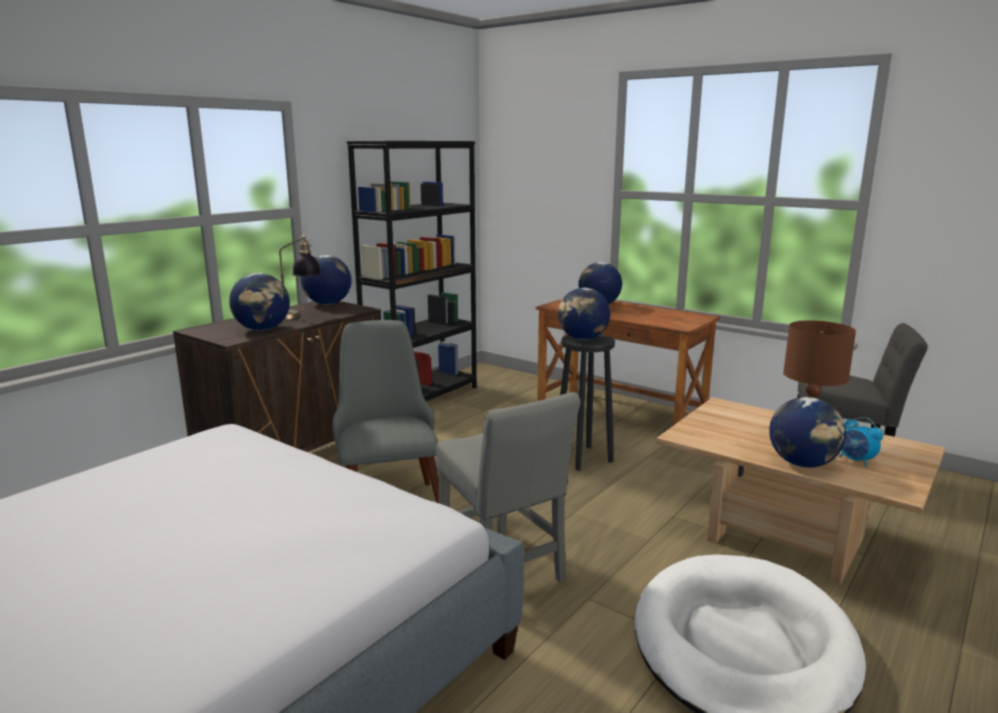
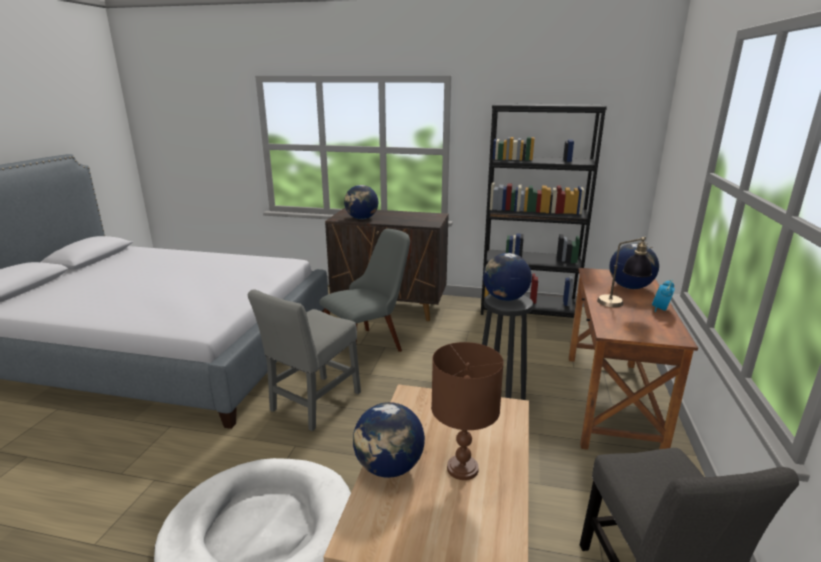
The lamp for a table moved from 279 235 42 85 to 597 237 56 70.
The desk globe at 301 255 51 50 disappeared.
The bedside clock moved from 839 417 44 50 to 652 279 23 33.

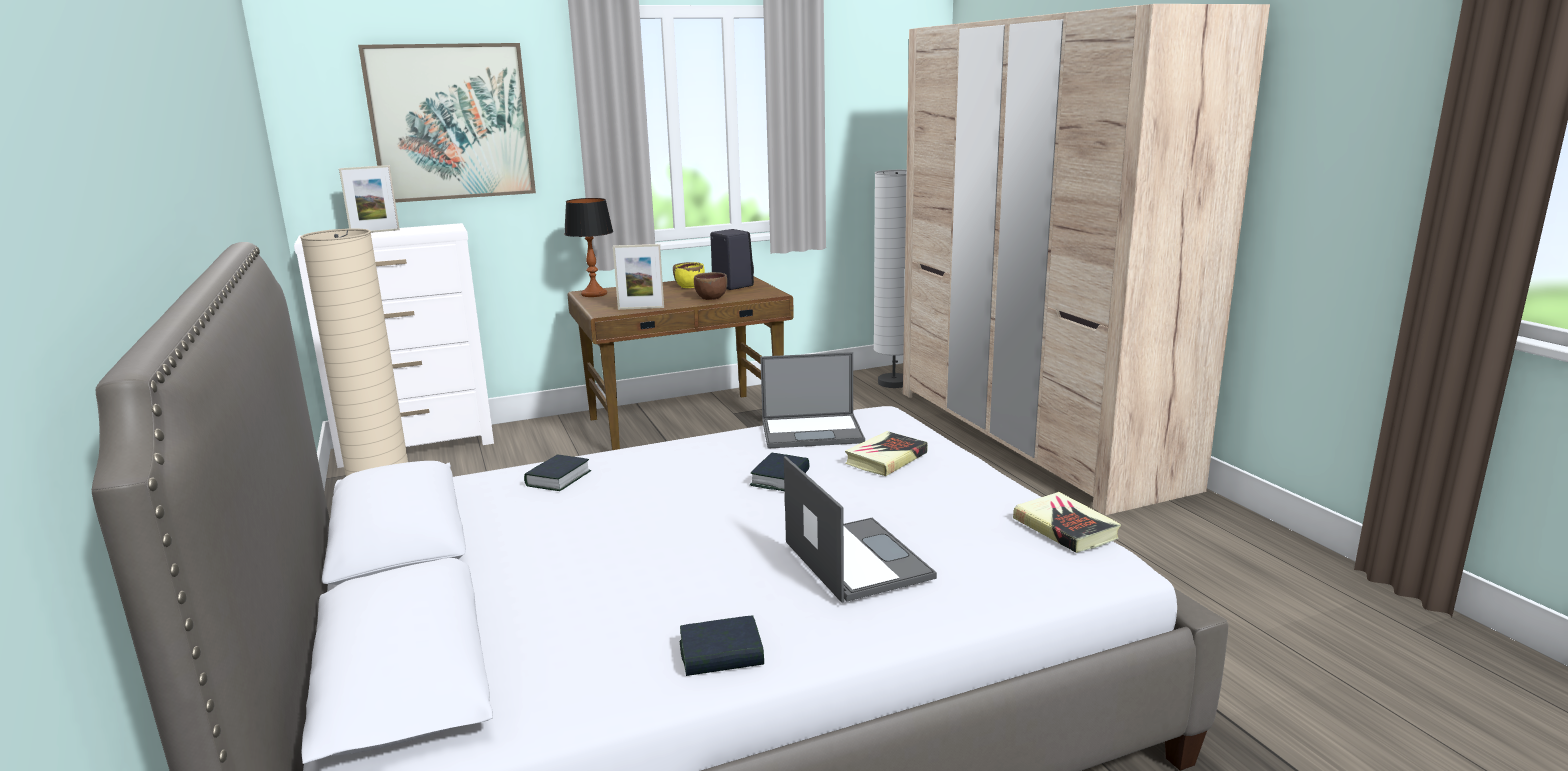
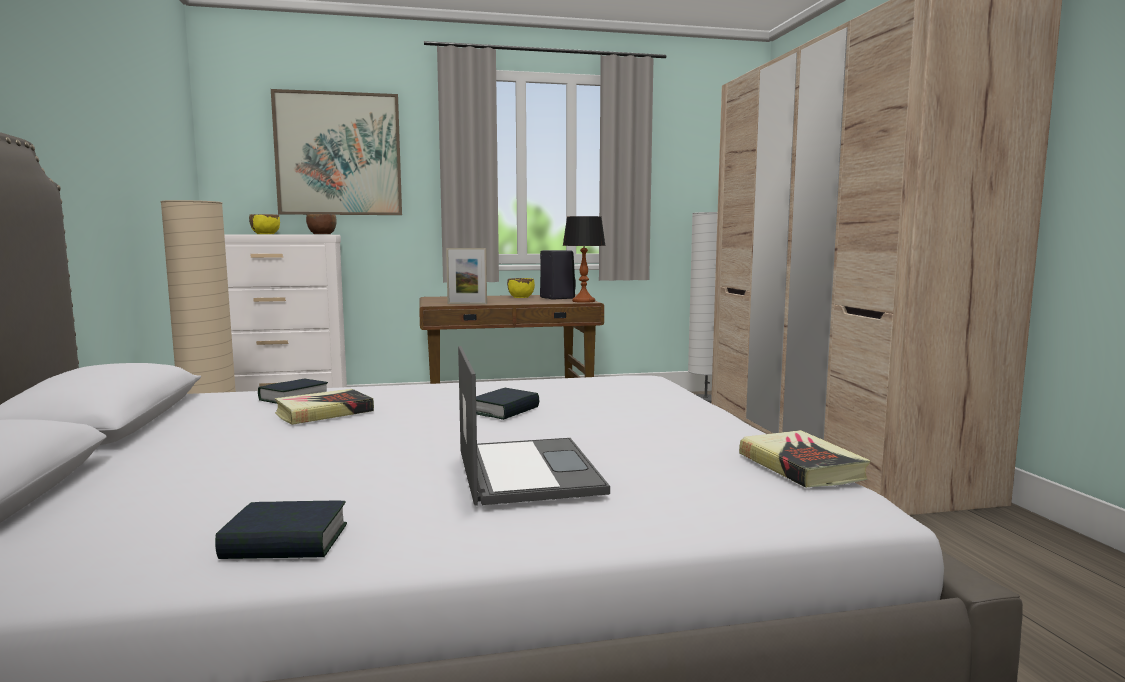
The picture frame at 339 165 61 68 was replaced by the yellow deep dish at 249 214 31 20.
The lamp for a table moved from 564 198 49 99 to 563 216 43 87.
The brown-coloured deep dish moved from 694 272 33 28 to 306 214 31 20.
The notebook computer at 760 352 105 97 disappeared.
The book moved from 845 431 83 45 to 274 389 100 36.

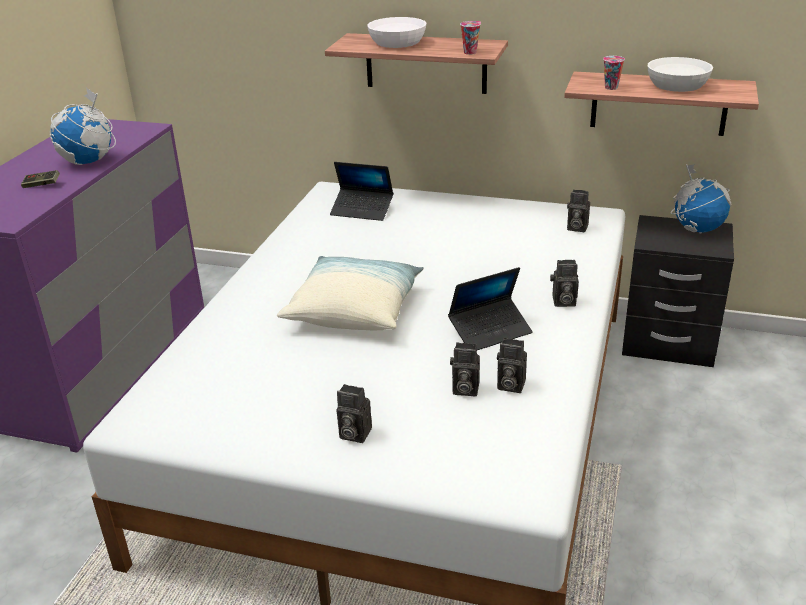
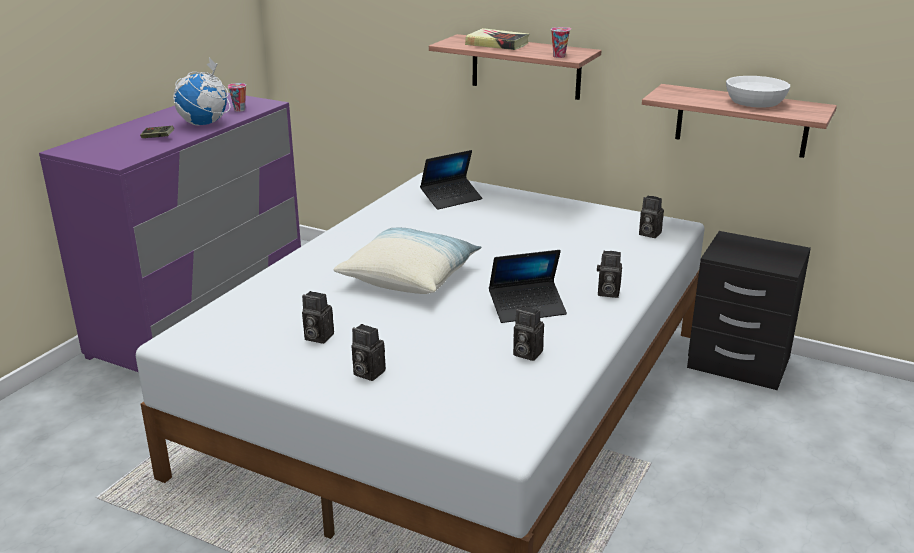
The notebook computer at 330 162 63 59 turned 60 degrees counterclockwise.
The whitish deep dish at 367 17 60 31 was replaced by the book at 465 28 64 22.
The still camera moved from 450 342 30 54 to 302 291 32 53.
The small cup moved from 603 56 22 34 to 228 83 18 29.
The desk globe at 670 164 61 70 disappeared.

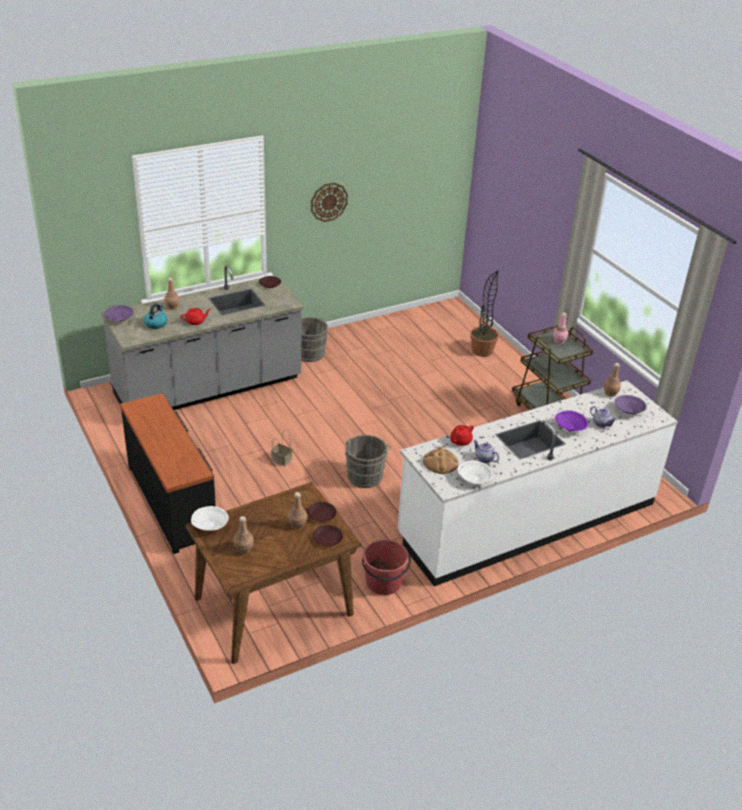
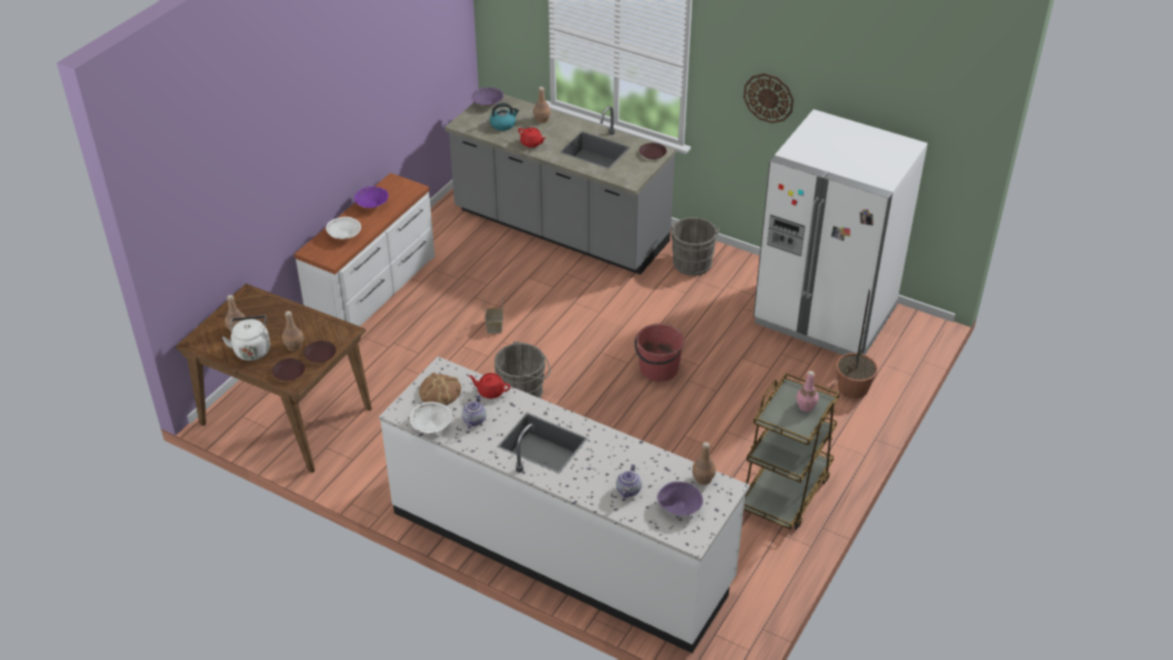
The blackish dresser at 120 393 96 161 became the whitish dresser at 294 173 141 153.
The whitish deep dish moved from 191 506 38 25 to 326 217 35 22.
The red-coloured water bucket moved from 362 539 49 56 to 635 324 50 58.
The purple deep dish moved from 555 410 33 21 to 354 186 35 22.
The whitish tea kettle at 222 315 48 46 appeared.
The whitish fridge at 753 109 175 246 appeared.

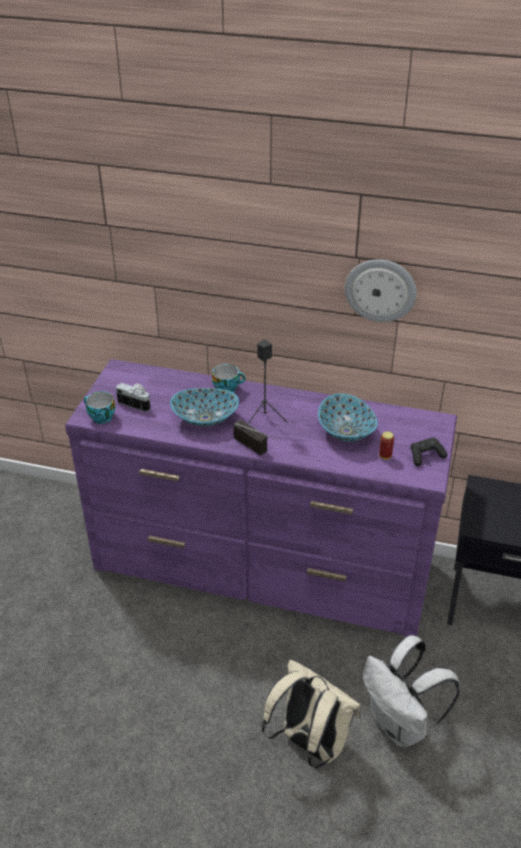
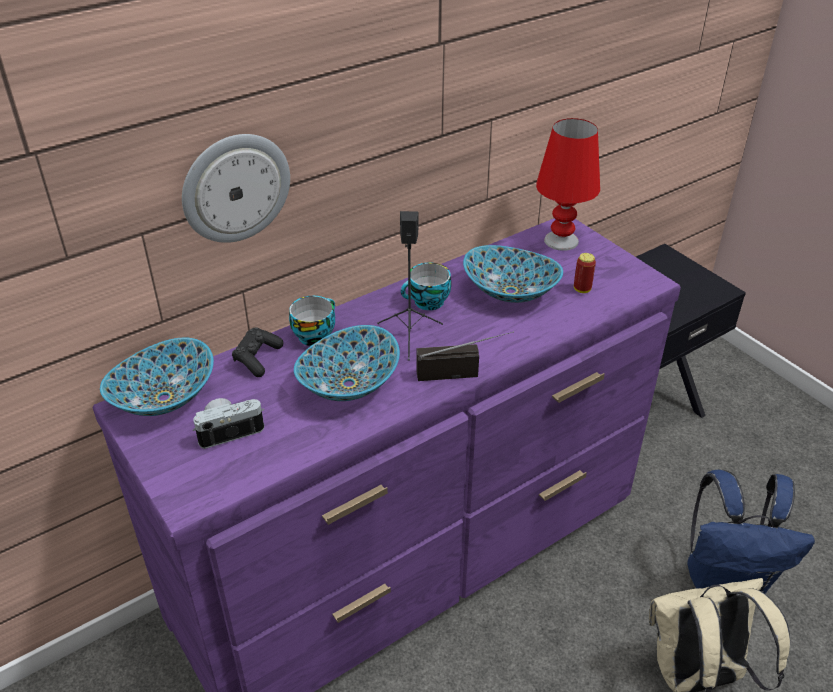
The small cup moved from 84 391 32 33 to 401 263 50 47.
The wall clock moved from 345 259 72 63 to 182 134 108 109.
The whitish backpack at 363 635 97 112 became the blue backpack at 688 470 127 124.
The blackish gamepad moved from 411 437 36 29 to 232 328 52 49.
The deep dish at 100 338 114 78 appeared.
The red-coloured lamp for a table at 536 118 64 133 appeared.

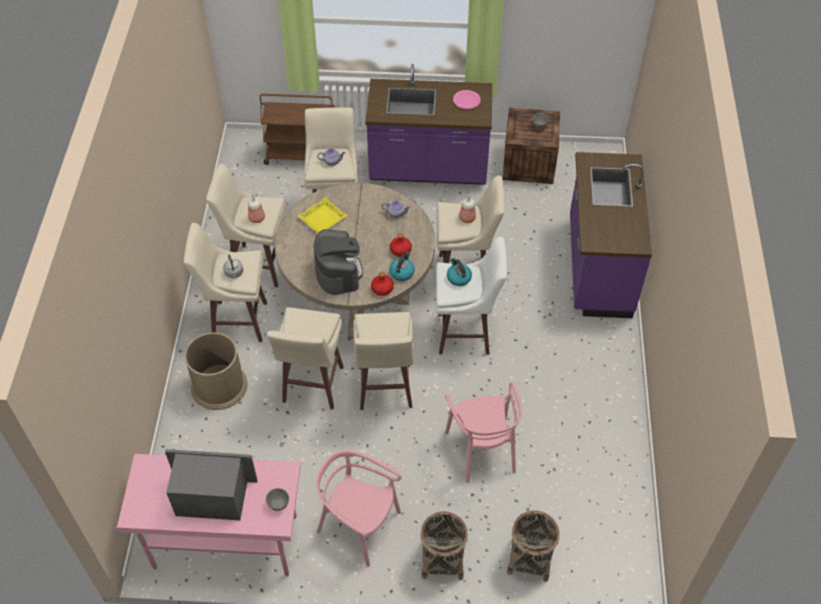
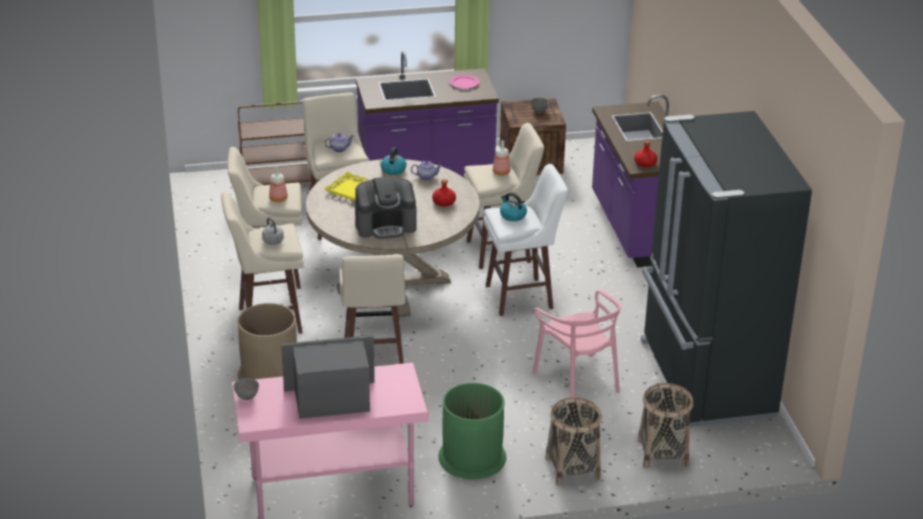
The gray deep dish moved from 266 488 23 23 to 234 378 25 22.
The coffee machine at 314 229 49 66 turned 105 degrees clockwise.
The pink-coloured chair at 316 450 86 117 was replaced by the green-coloured rubbish bin at 438 383 68 96.
The beige sitting stool at 353 312 61 98 disappeared.
The red-coloured beverage bottle moved from 371 272 23 24 to 634 140 24 27.
The tea kettle moved from 389 252 26 29 to 381 147 26 28.
The blackish fridge at 641 111 171 316 appeared.

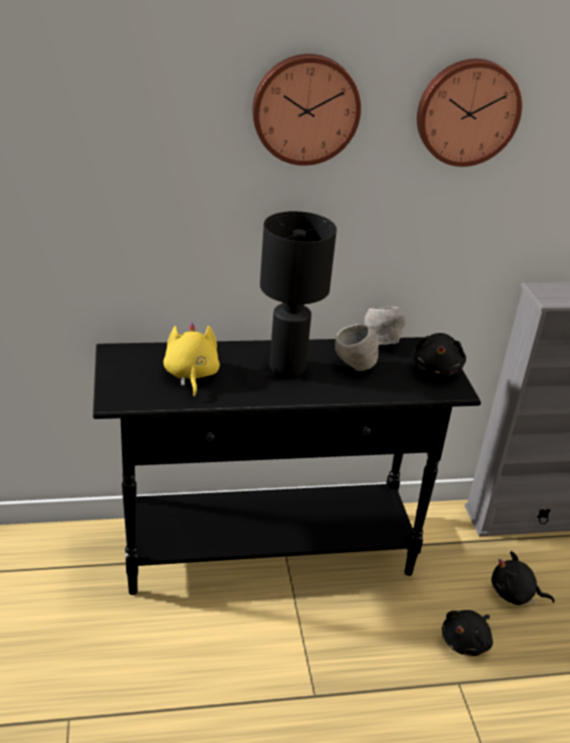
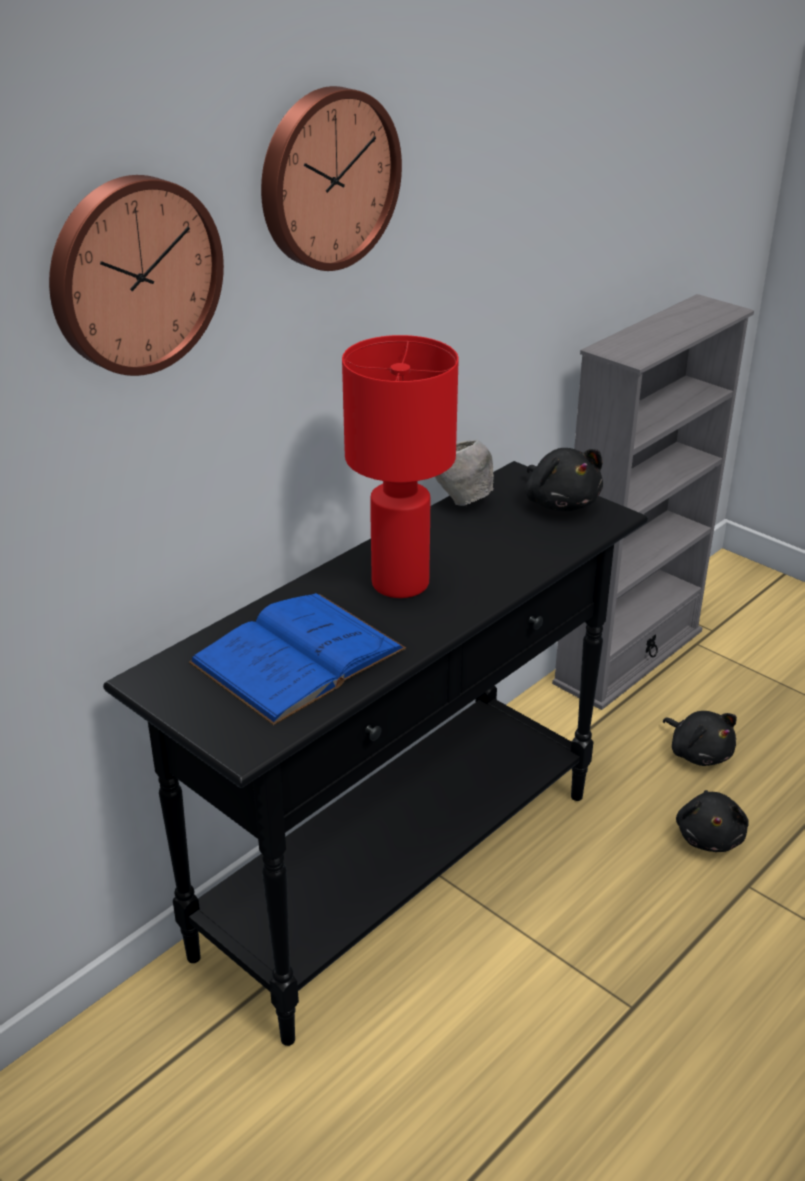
The yellow cuddly toy at 163 322 57 75 was replaced by the blue book at 189 593 217 133.
The blackish lamp for a table at 260 211 77 166 became the red-coloured lamp for a table at 342 335 117 263.
The gray deep dish at 335 324 44 47 disappeared.
The wall clock moved from 417 59 105 108 to 49 175 175 201.
The blackish cuddly toy at 491 551 64 54 turned 105 degrees counterclockwise.

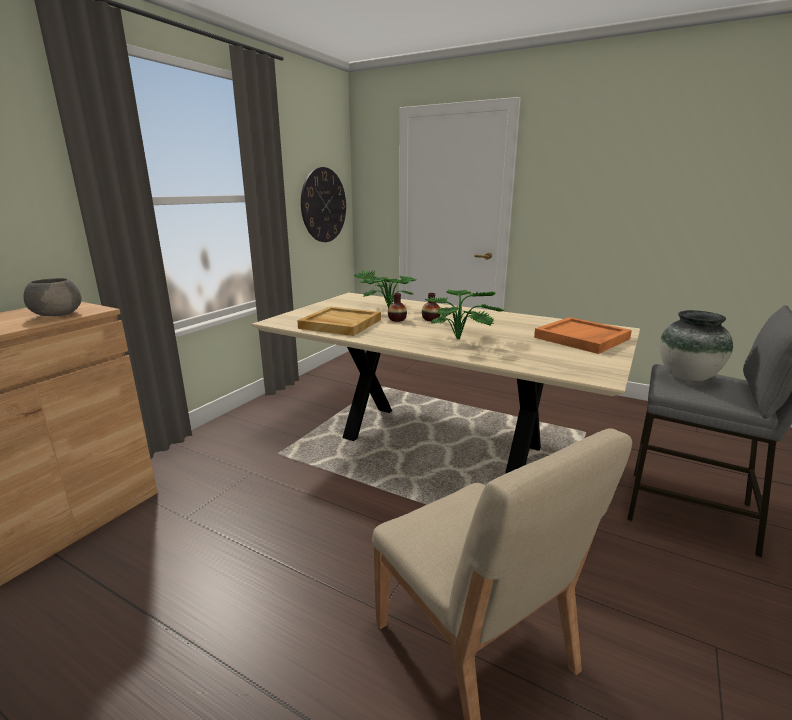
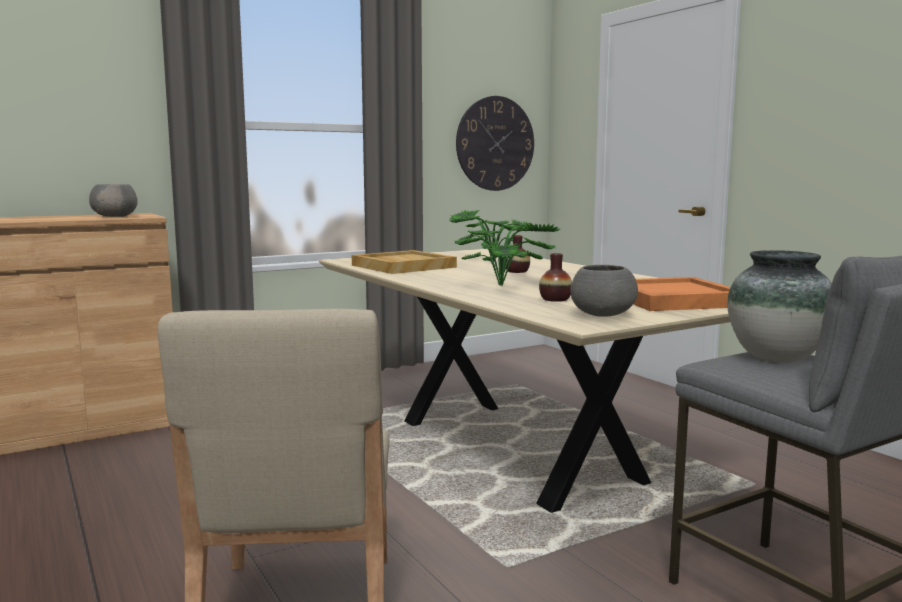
The vase moved from 388 293 19 29 to 539 253 33 49.
The gray deep dish at 570 265 68 52 appeared.

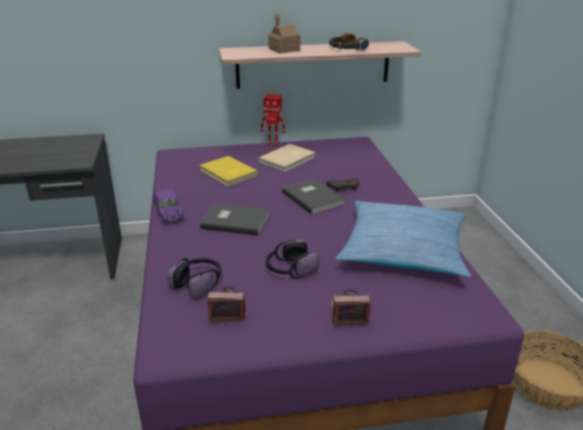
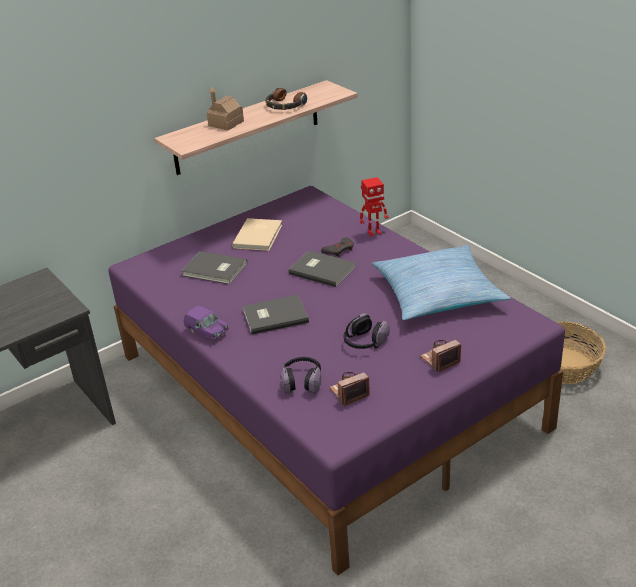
The yellow book at 199 156 59 30 became the gray book at 182 251 65 33.
The robot figure moved from 260 94 26 52 to 360 177 29 60.

